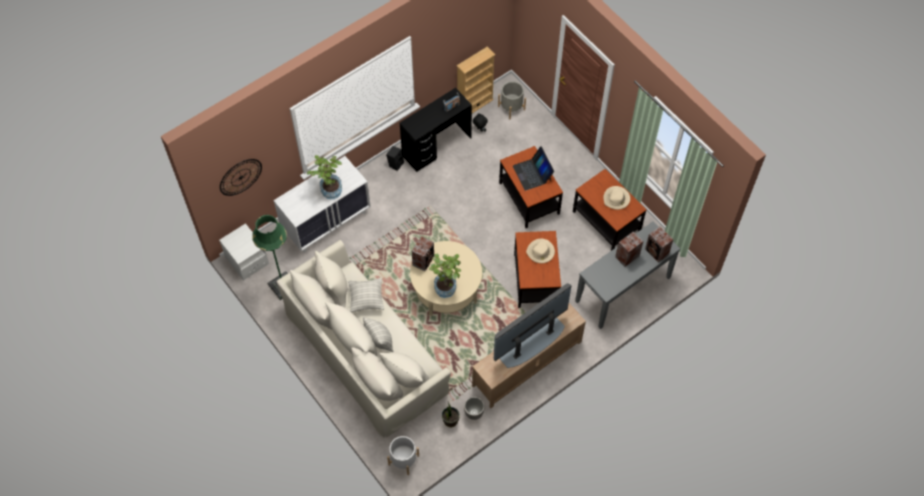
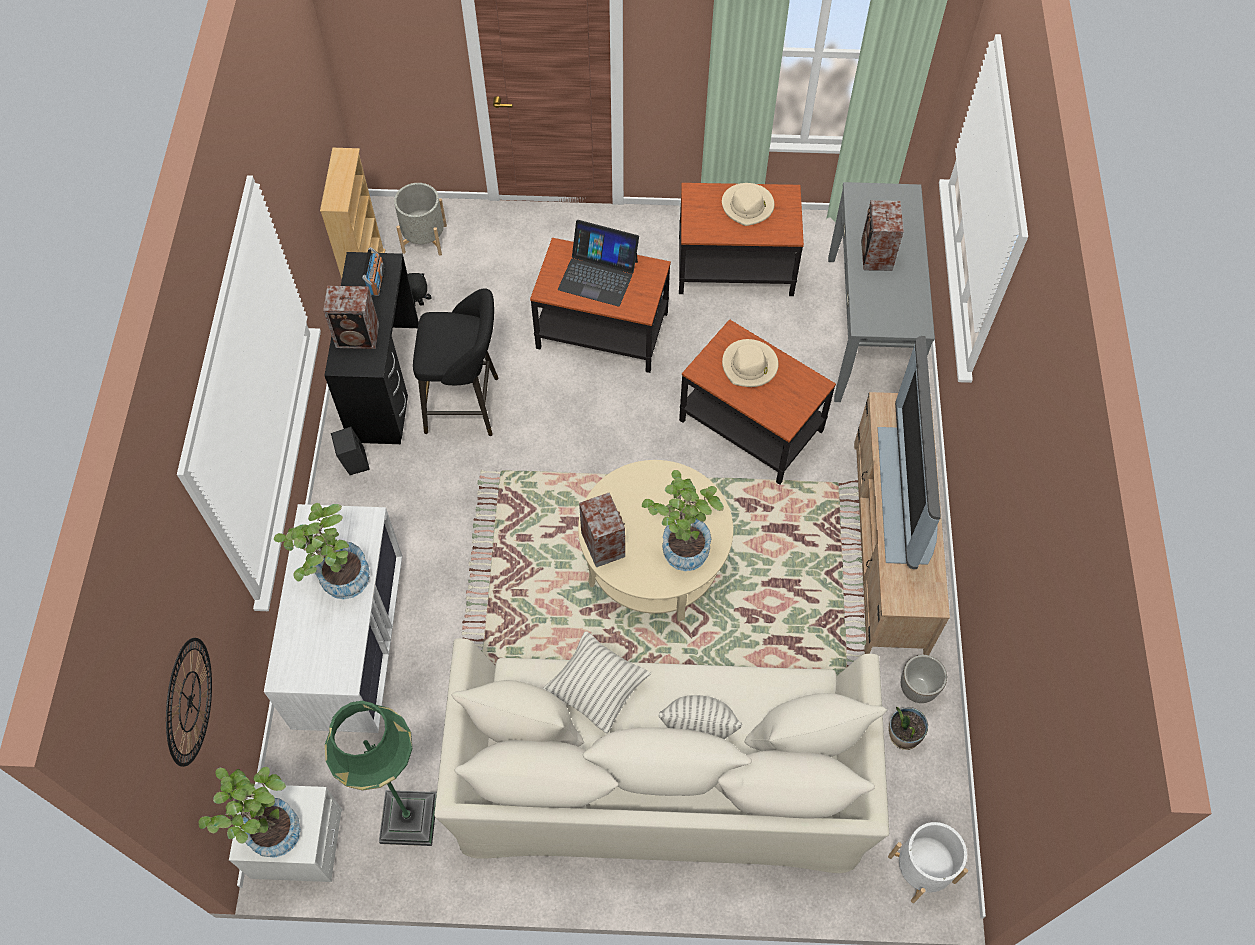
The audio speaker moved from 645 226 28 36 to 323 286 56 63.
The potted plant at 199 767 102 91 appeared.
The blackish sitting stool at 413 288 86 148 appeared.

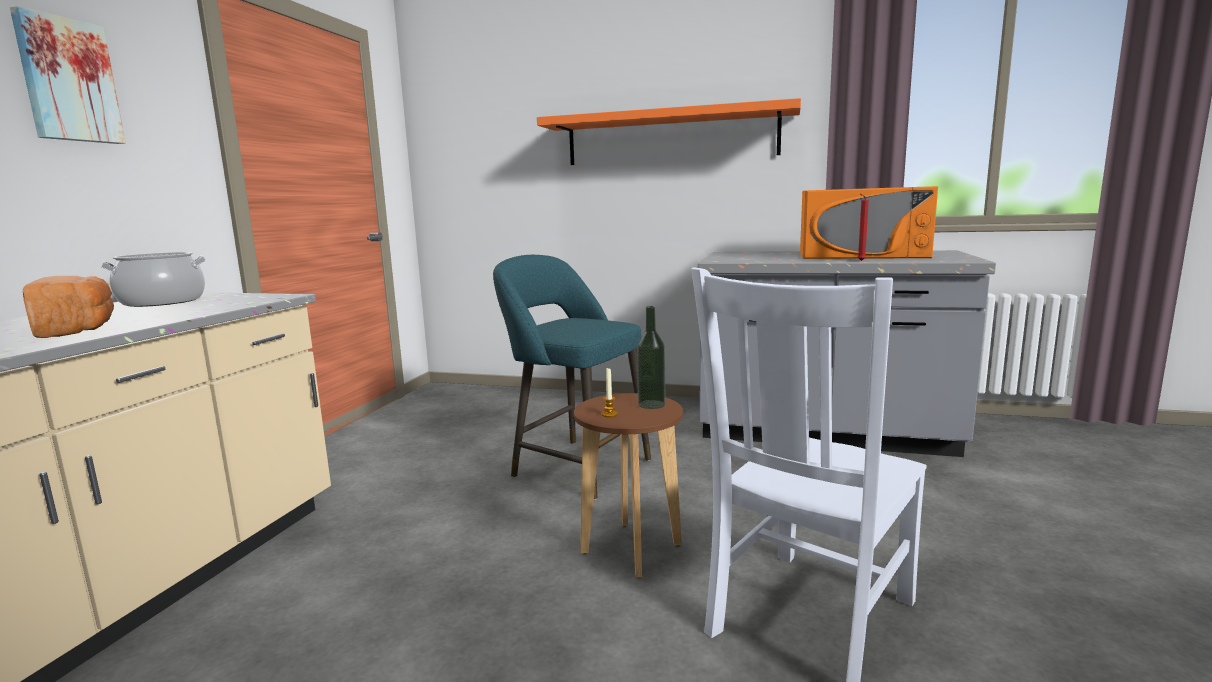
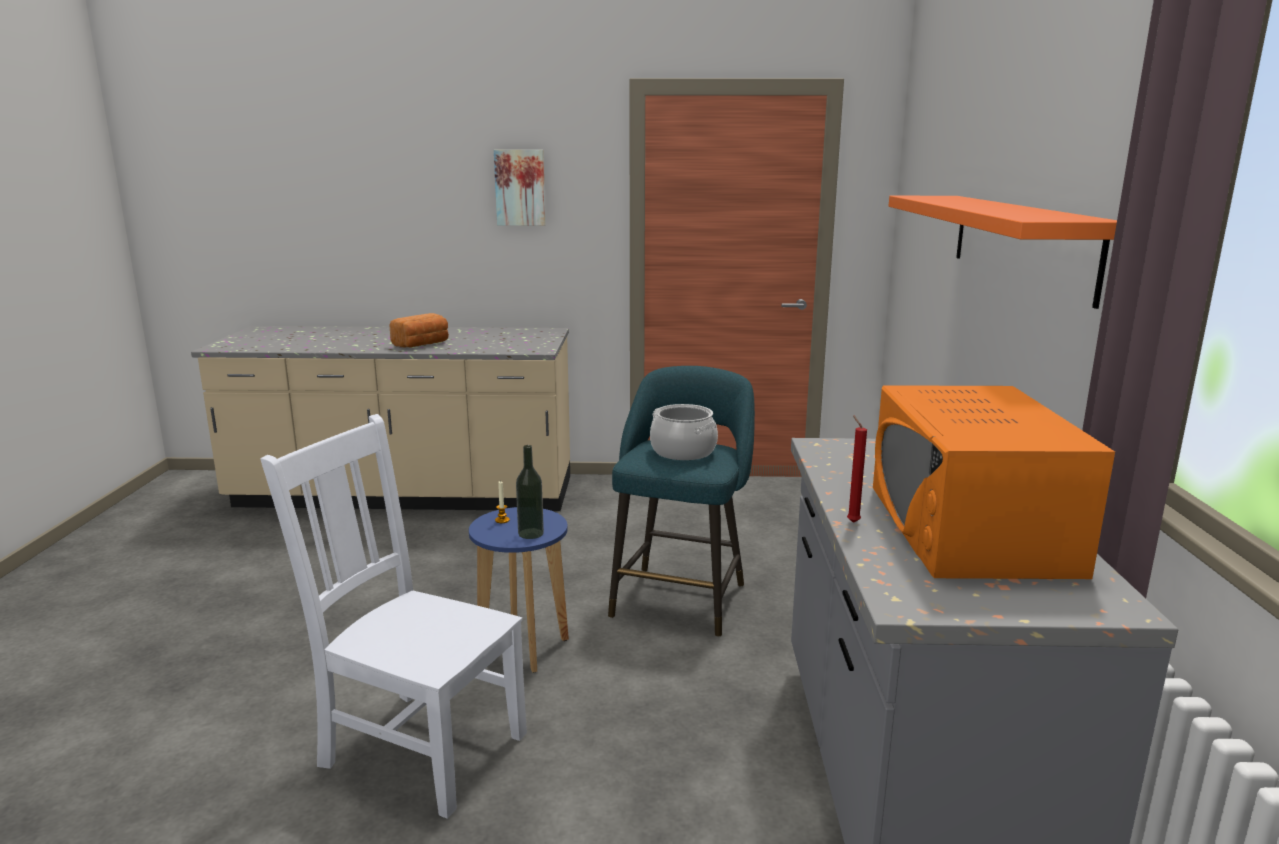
The saucepot moved from 101 252 105 55 to 650 404 68 56.
The brown-coloured sitting stool at 574 393 109 185 became the blue sitting stool at 469 507 100 166.

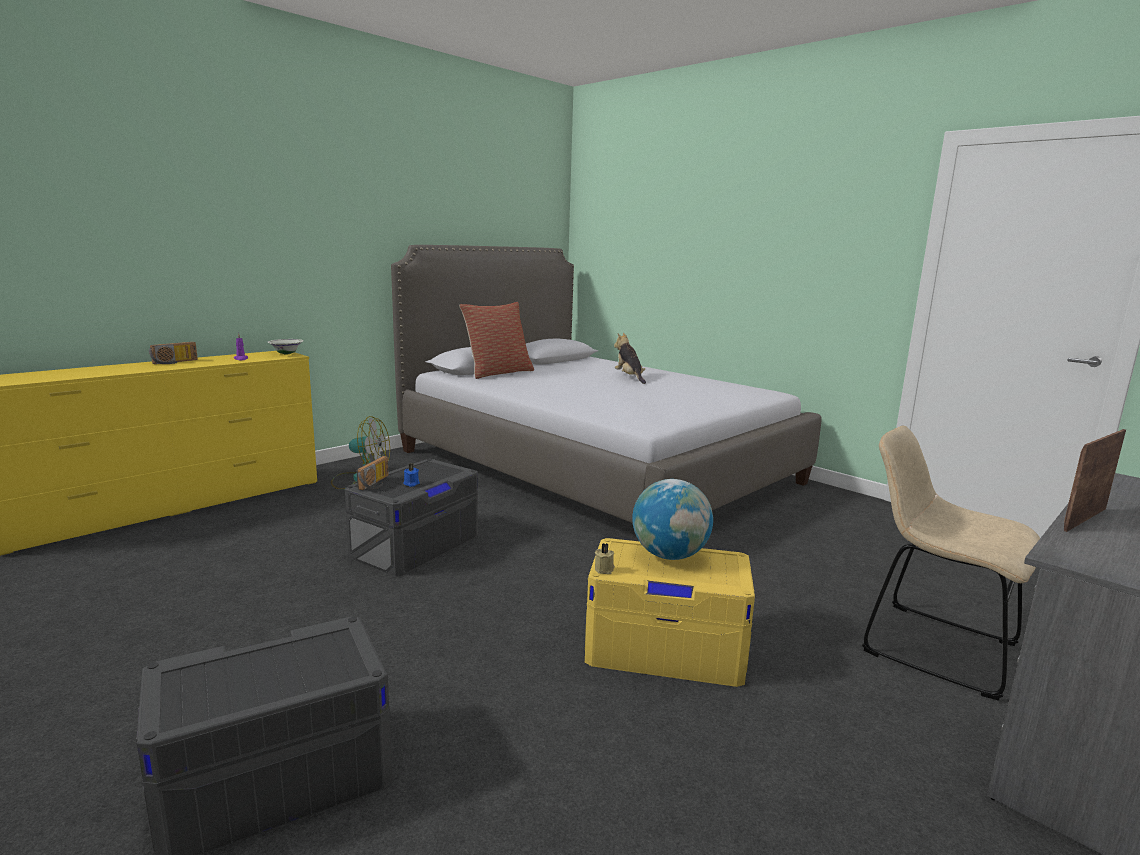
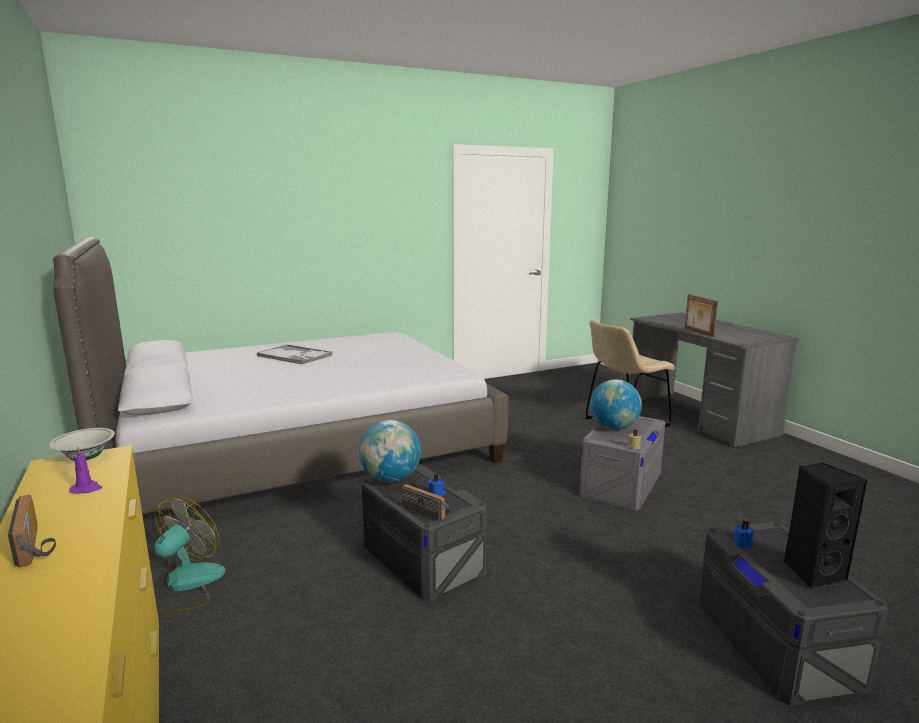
The pillow at 459 302 75 77 disappeared.
The yellow storage box at 585 538 170 149 became the gray storage box at 580 416 85 95.
The cuddly toy at 614 333 32 51 was replaced by the carrying tray at 257 344 75 20.
The desk globe at 359 420 62 62 appeared.
The blue wax light at 734 520 20 29 appeared.
The blackish audio speaker at 784 463 83 125 appeared.

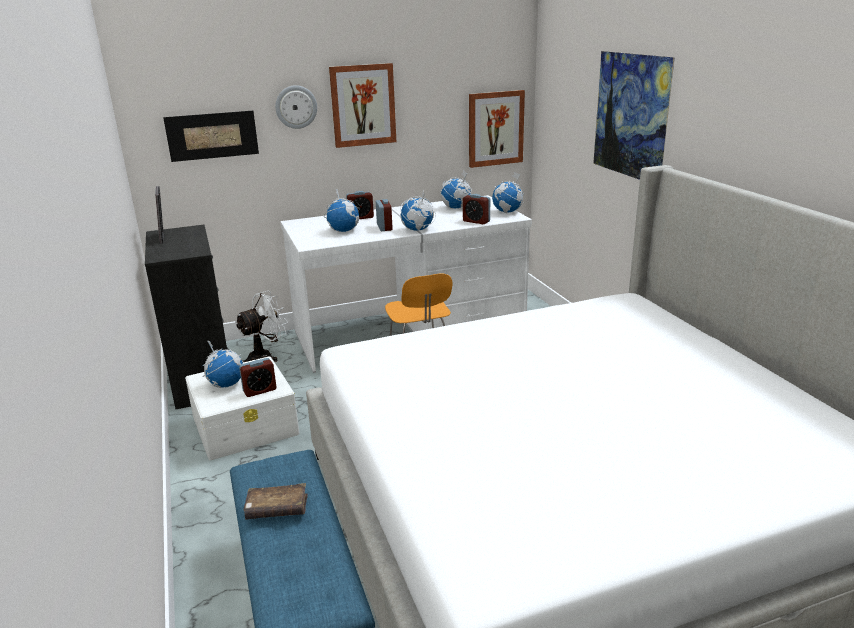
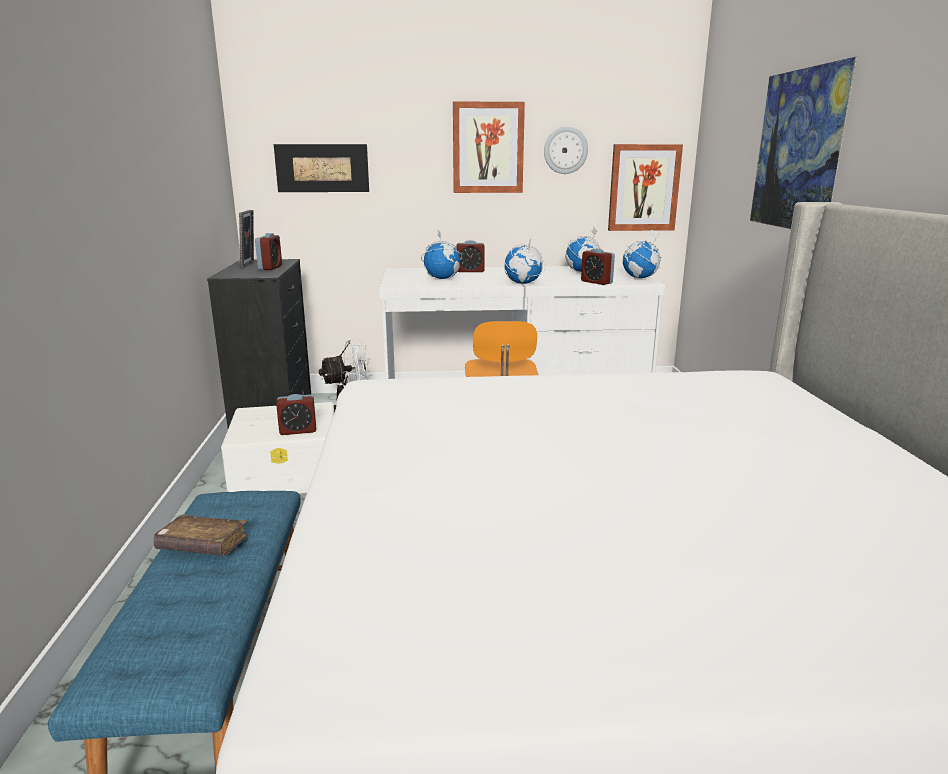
The desk globe at 202 341 41 47 disappeared.
The wall clock moved from 275 85 42 44 to 544 127 44 47.
The bedside clock moved from 376 199 17 32 to 255 233 27 37.

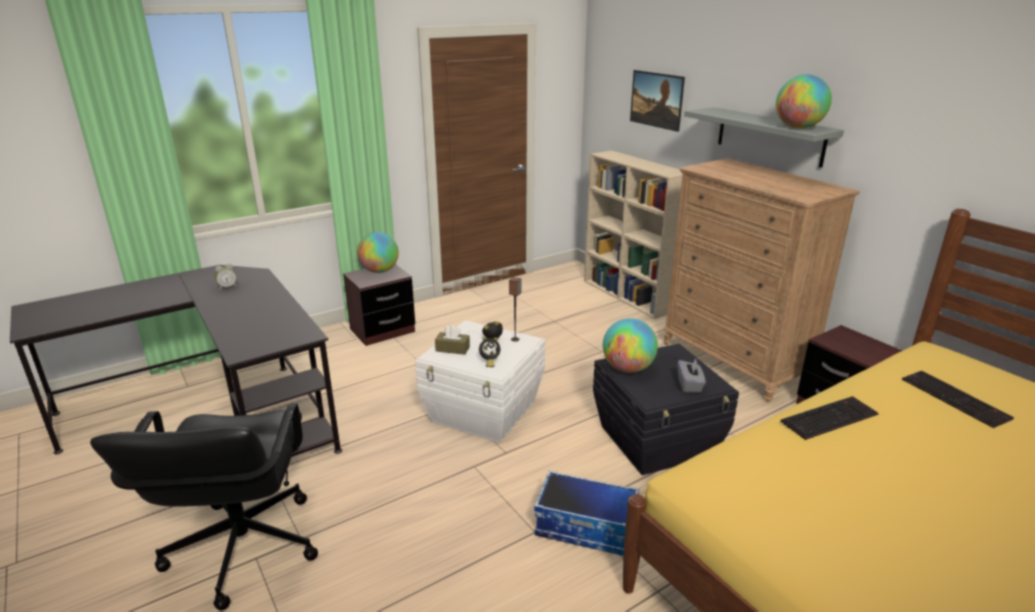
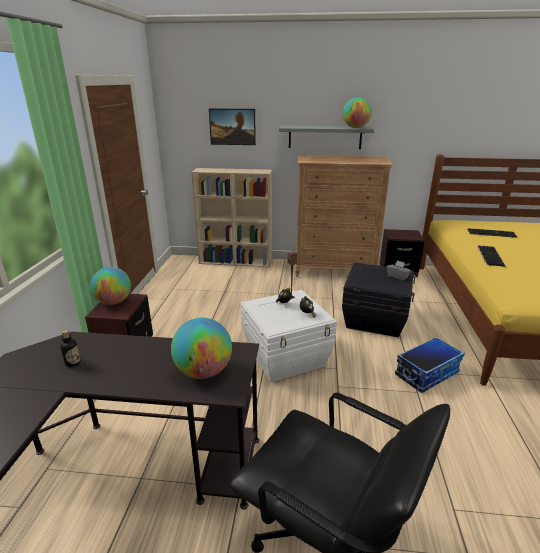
The bedside clock at 215 264 22 26 was replaced by the beverage bottle at 60 330 21 37.
The brown-coloured box of tissues at 435 325 35 30 disappeared.
The desk globe moved from 603 318 55 55 to 171 318 61 61.

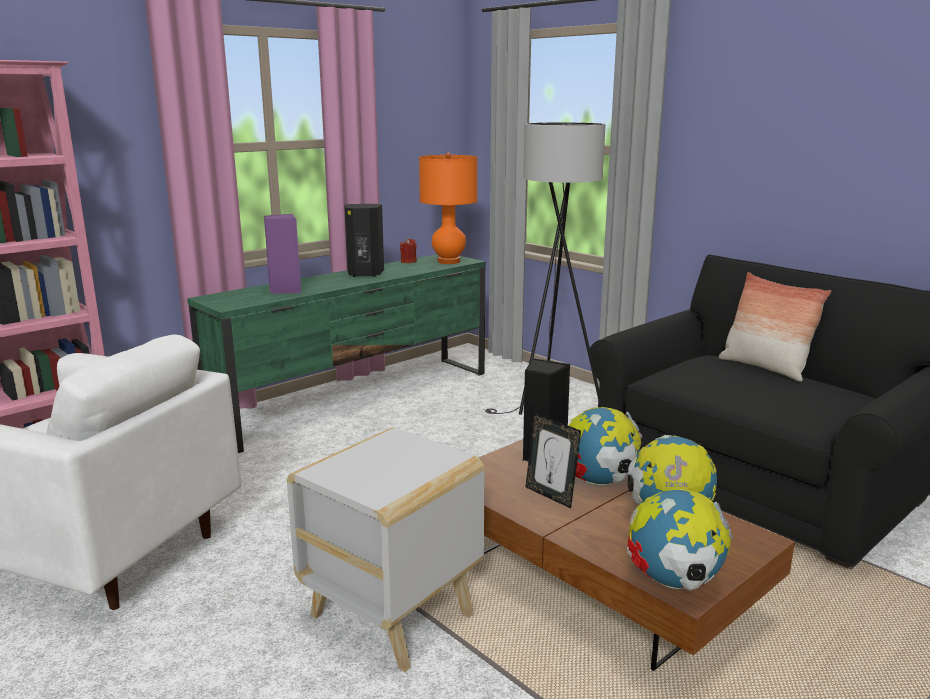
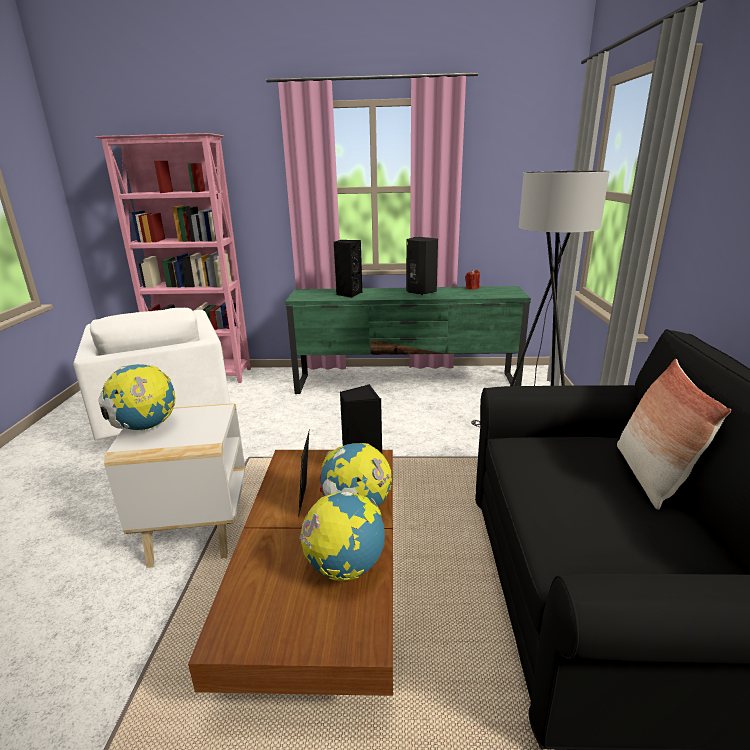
The purple audio speaker at 264 214 37 80 became the blackish audio speaker at 334 240 28 58.
The orangey lamp for a table at 419 153 58 111 disappeared.
The desk globe moved from 627 488 106 103 to 98 364 78 67.

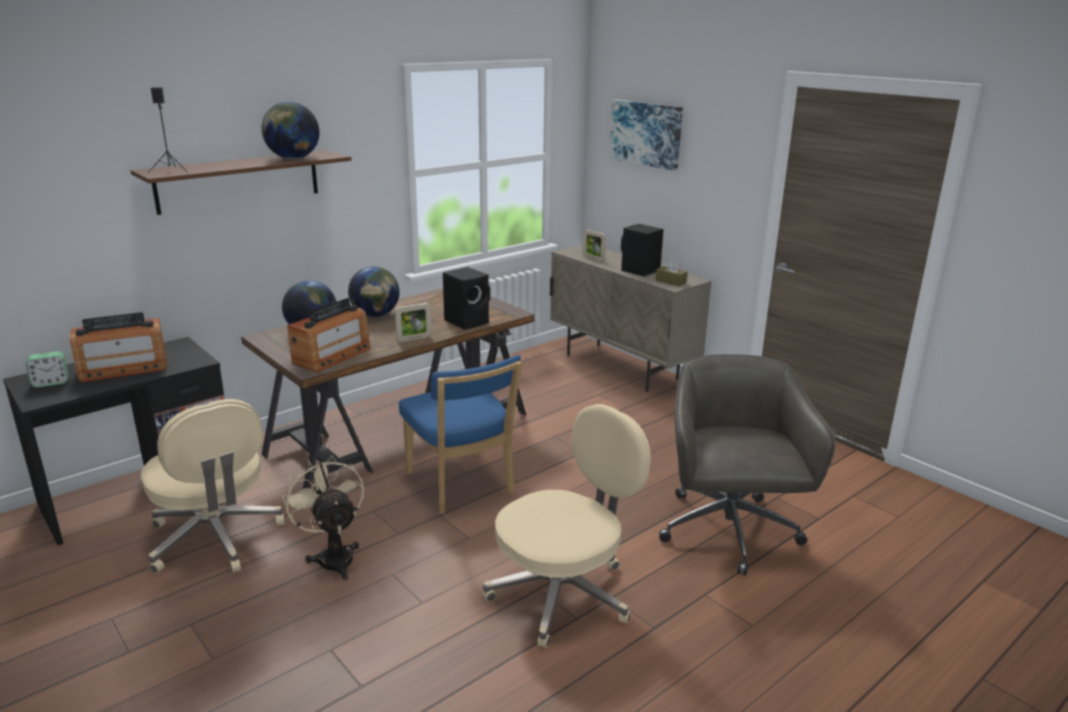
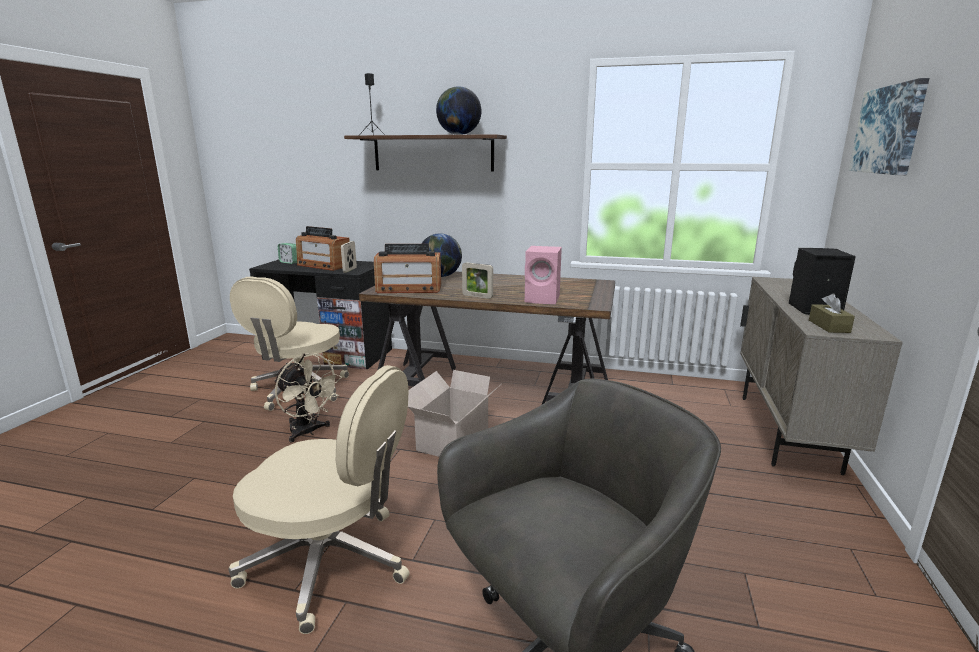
The beige fan at 282 455 82 125 turned 105 degrees clockwise.
The desk globe at 348 266 52 51 disappeared.
The blue chair at 399 355 123 159 was replaced by the carton at 408 370 92 87.
The blackish audio speaker at 443 267 47 63 became the pink-coloured audio speaker at 525 246 37 58.
The picture frame moved from 582 230 24 32 to 341 241 16 32.

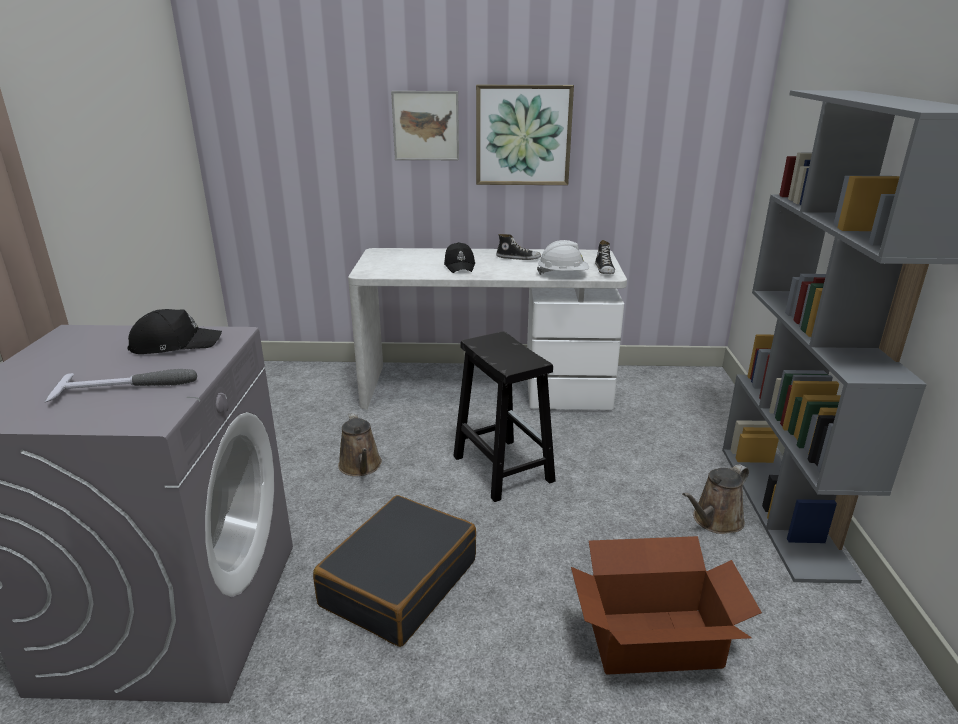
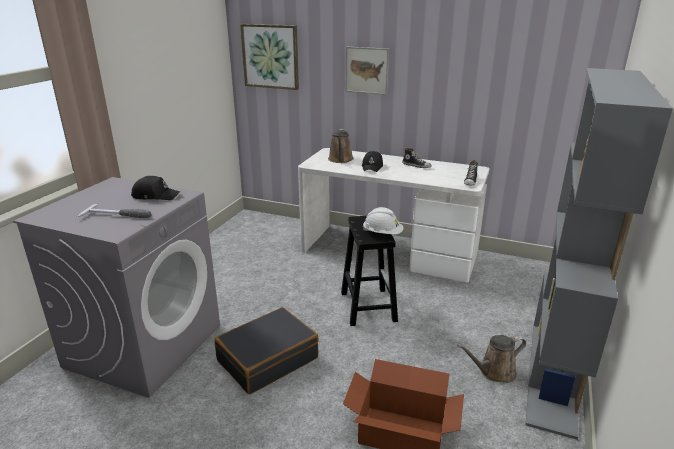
The brown-coloured watering can moved from 338 412 44 64 to 328 129 26 34.
The wall art moved from 476 85 98 100 to 240 24 59 66.
The whitish hard hat moved from 537 240 52 35 to 363 207 40 28.

